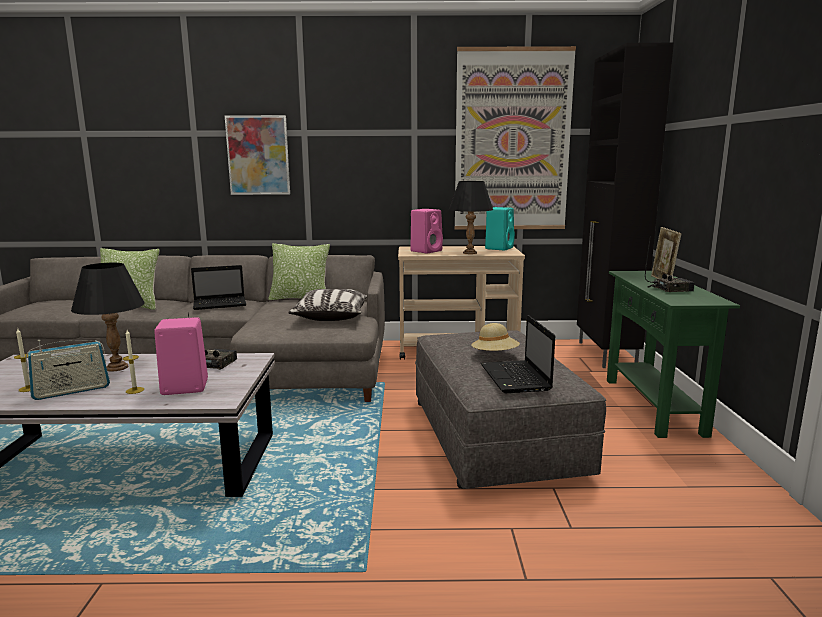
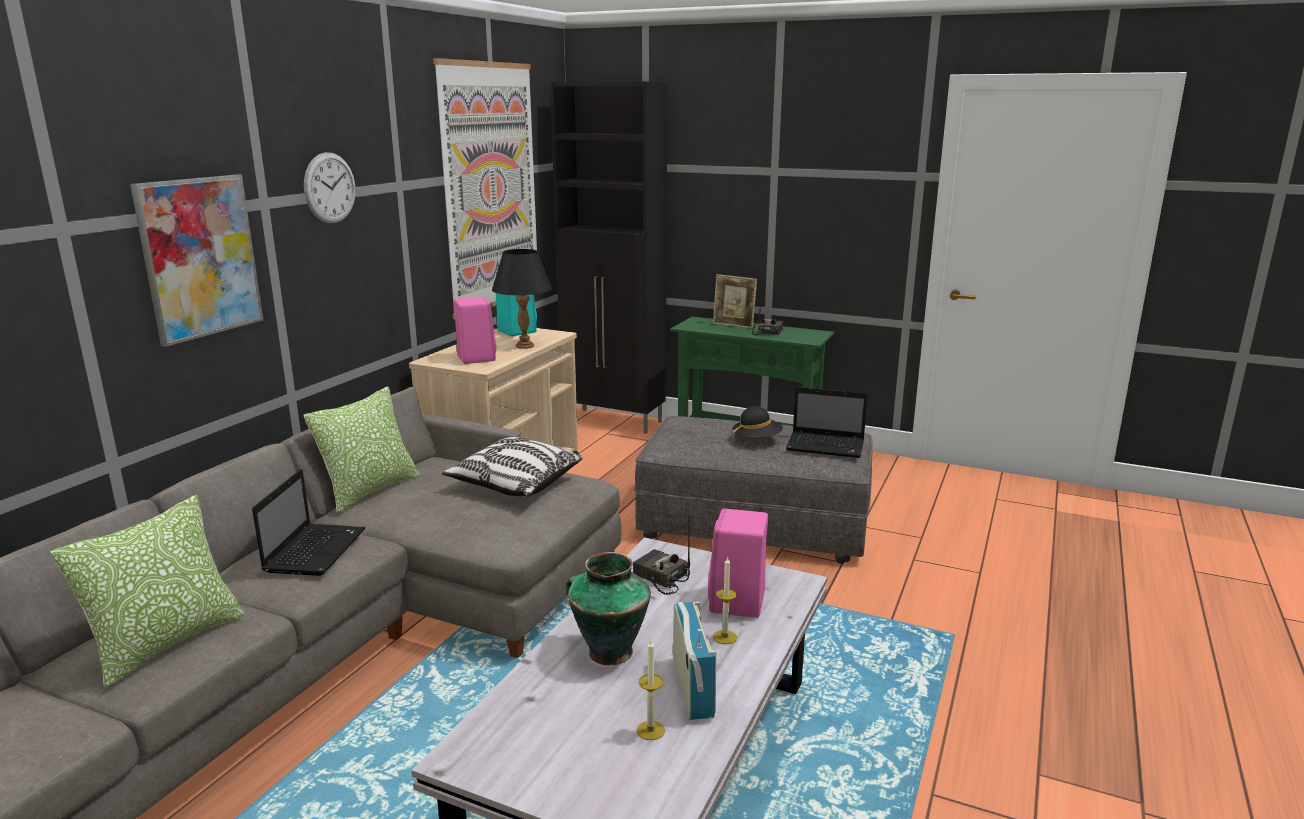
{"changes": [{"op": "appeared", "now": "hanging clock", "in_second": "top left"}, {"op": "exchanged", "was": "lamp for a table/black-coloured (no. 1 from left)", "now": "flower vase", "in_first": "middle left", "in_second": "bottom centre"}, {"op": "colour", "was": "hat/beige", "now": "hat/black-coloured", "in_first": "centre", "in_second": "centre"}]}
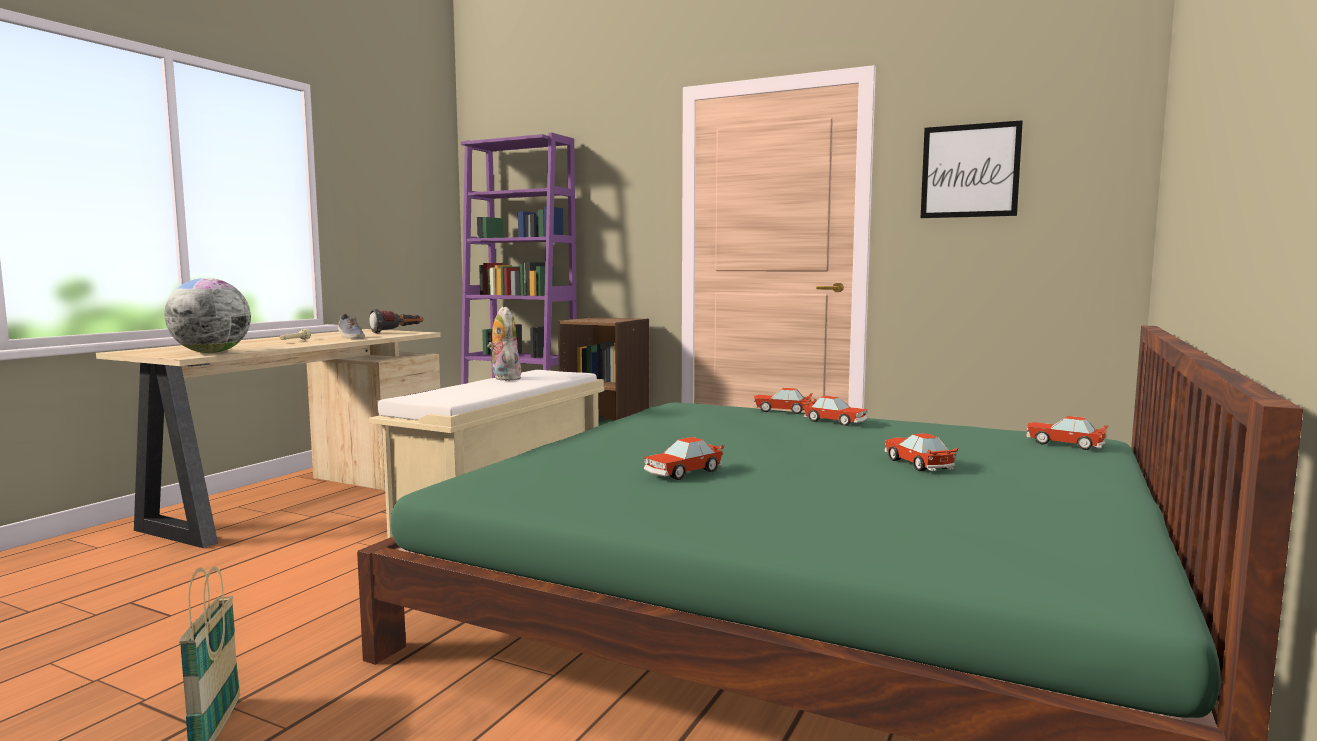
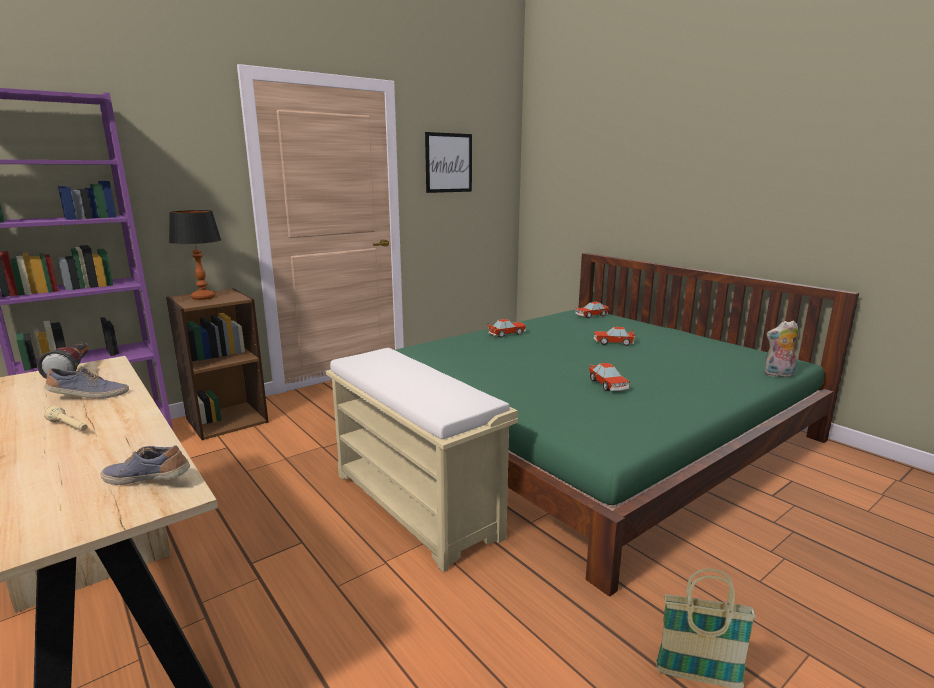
{"changes": [{"op": "exchanged", "was": "globe", "now": "low shoe (no. 2 from left)", "in_first": "middle left", "in_second": "bottom left"}, {"op": "appeared", "now": "lamp for a table", "in_second": "middle left"}, {"op": "relocated", "was": "soft toy", "in_first": "centre", "in_second": "middle right"}, {"op": "missing", "was": "model car (no. 2 from left)", "in_first": "centre"}]}
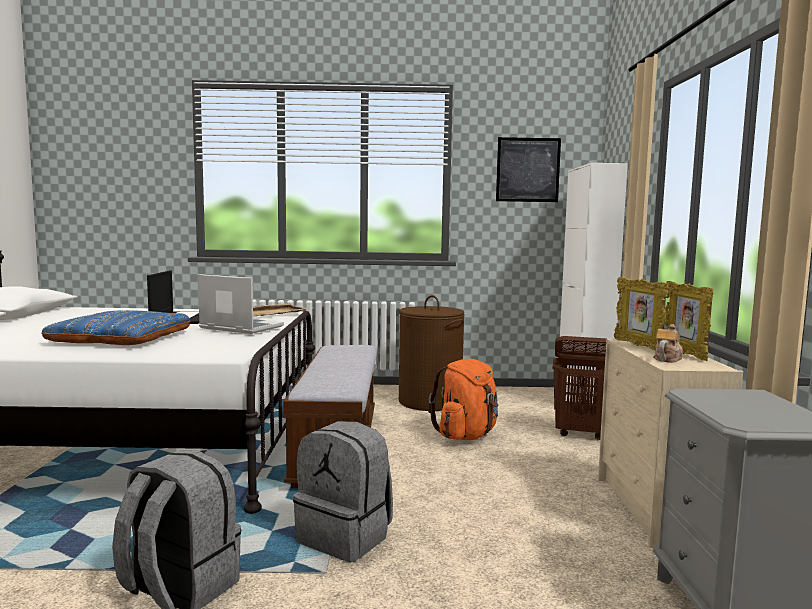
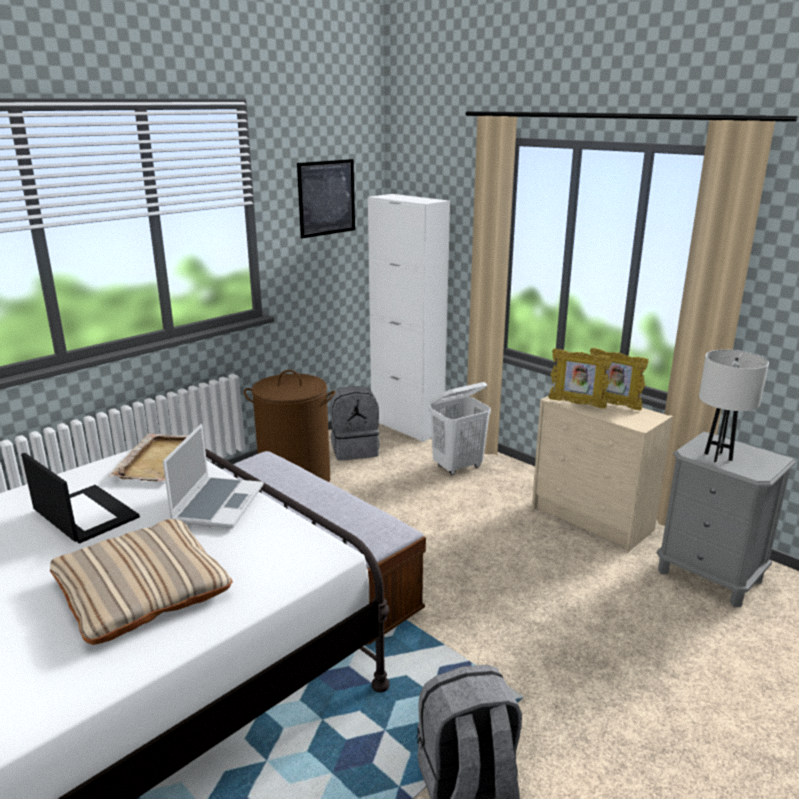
{"changes": [{"op": "colour", "was": "pillow/blue", "now": "pillow/beige", "in_first": "middle left", "in_second": "bottom left"}, {"op": "spun", "was": "notebook computer (no. 2 from left)", "in_first": "middle left", "in_second": "middle left", "clockwise": 120}, {"op": "relocated", "was": "knapsack/gray (no. 2 from left in the first image)", "now": "knapsack/gray (no. 1 from left)", "in_first": "bottom centre", "in_second": "centre"}, {"op": "colour", "was": "laundry basket/brown-coloured (no. 2 from left)", "now": "laundry basket/white-coloured", "in_first": "middle right", "in_second": "centre"}, {"op": "appeared", "now": "lamp for a table/white-coloured", "in_second": "middle right"}, {"op": "missing", "was": "knapsack/orangey", "in_first": "centre"}, {"op": "missing", "was": "tea pot", "in_first": "middle right"}]}
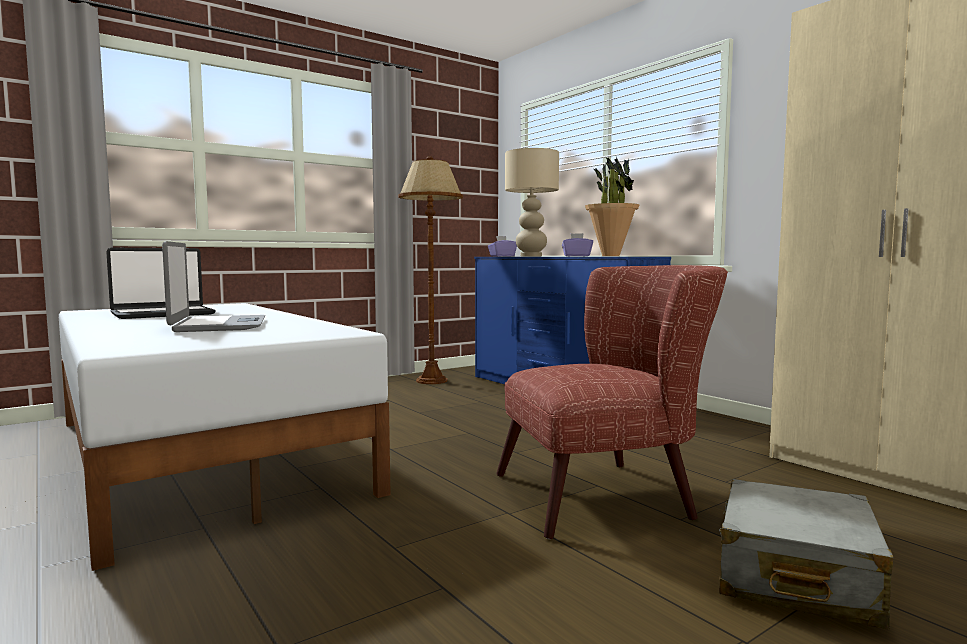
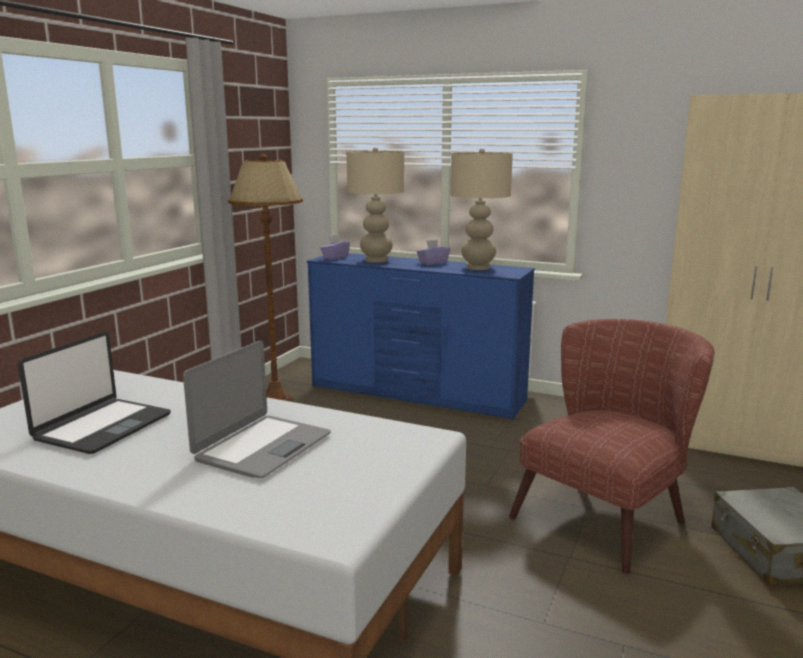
{"changes": [{"op": "spun", "was": "notebook computer (no. 2 from left)", "in_first": "middle left", "in_second": "middle left", "clockwise": 75}, {"op": "exchanged", "was": "plant in a pot", "now": "lamp for a table/beige (no. 2 from left)", "in_first": "top centre", "in_second": "top centre"}]}
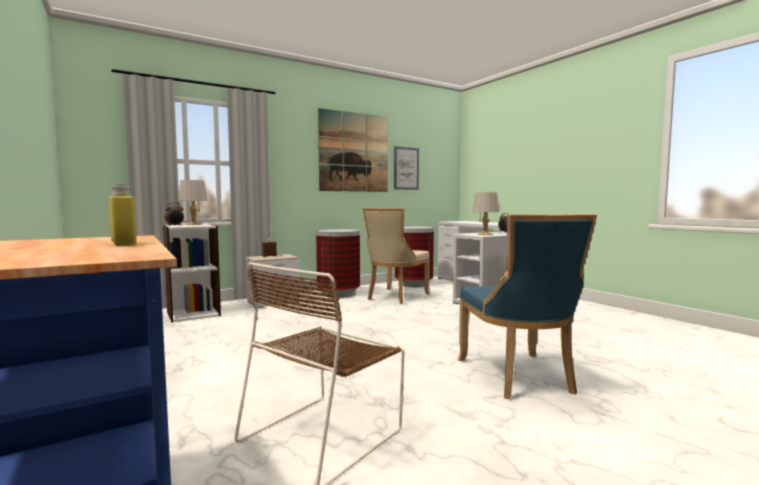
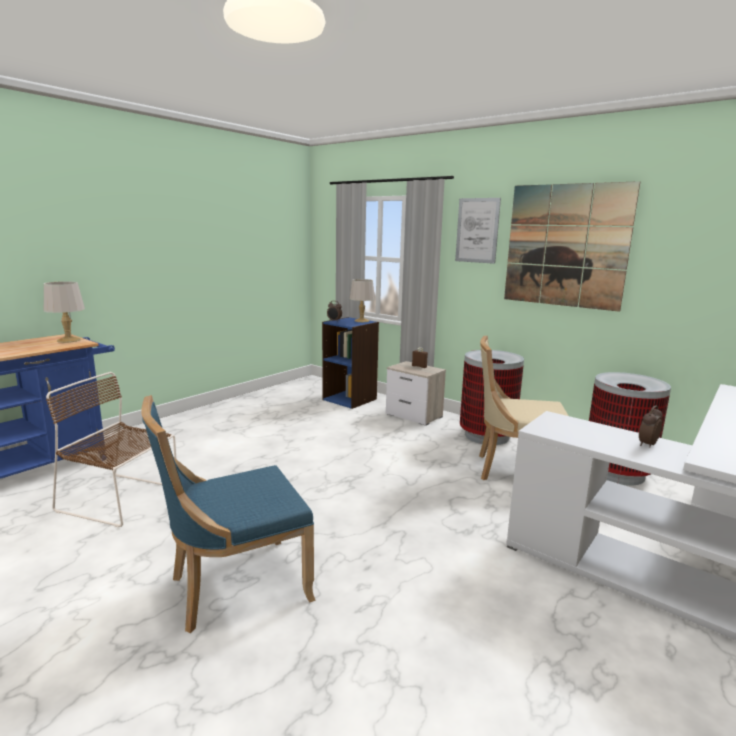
{"changes": [{"op": "relocated", "was": "lamp for a table/gray (no. 2 from left in the first image)", "now": "lamp for a table/gray (no. 1 from left)", "in_first": "centre", "in_second": "middle left"}, {"op": "colour", "was": "bookshelf/white-coloured", "now": "bookshelf/blue", "in_first": "middle left", "in_second": "centre"}, {"op": "relocated", "was": "wall art (no. 2 from left in the first image)", "now": "wall art (no. 1 from left)", "in_first": "centre", "in_second": "top centre"}, {"op": "missing", "was": "bottle/yellow", "in_first": "middle left"}]}
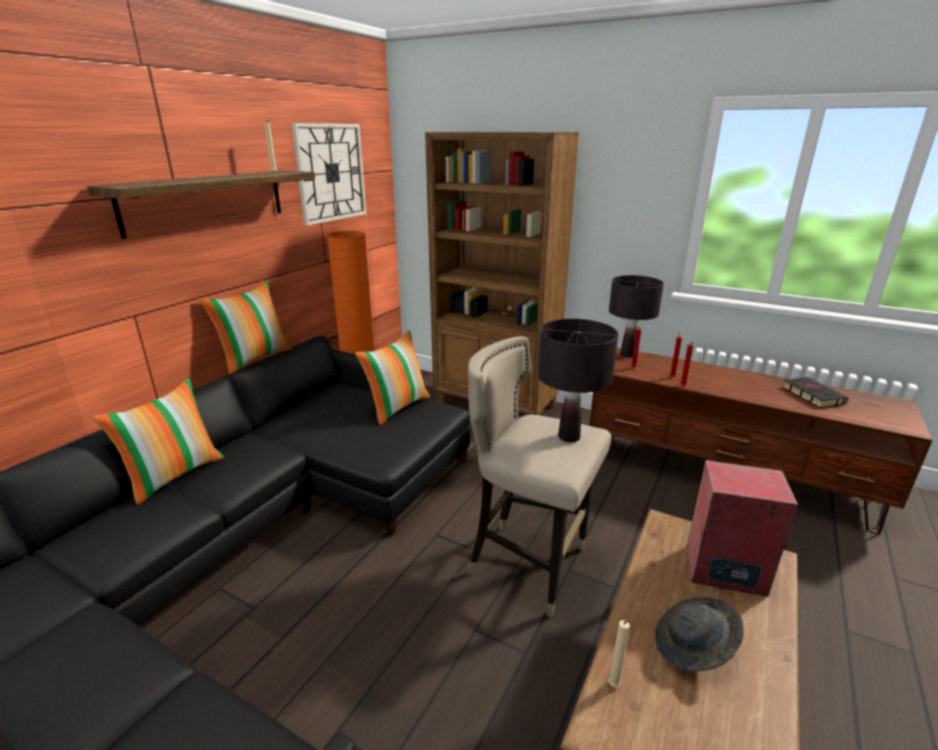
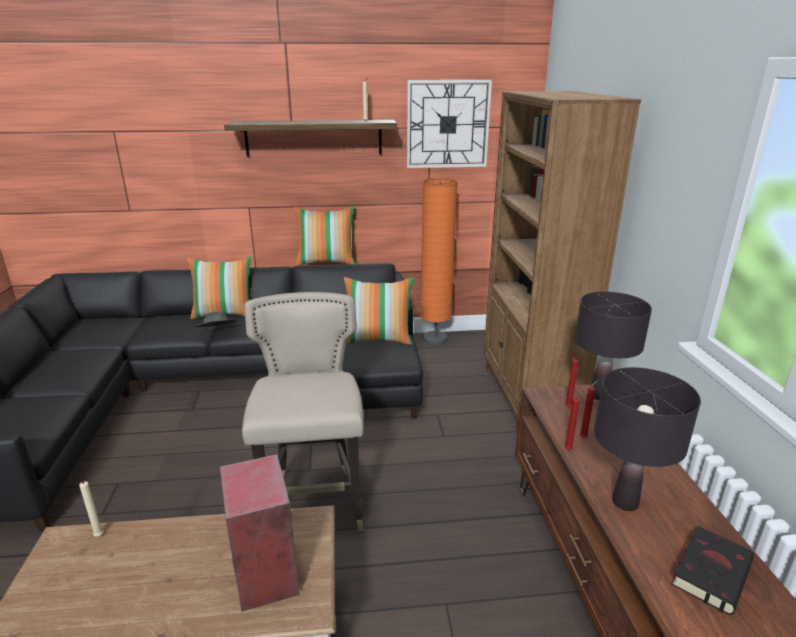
{"changes": [{"op": "relocated", "was": "hat/gray", "in_first": "bottom right", "in_second": "middle left"}, {"op": "relocated", "was": "lamp for a table/black-coloured (no. 1 from left in the first image)", "now": "lamp for a table/black-coloured (no. 2 from left)", "in_first": "centre", "in_second": "bottom right"}]}
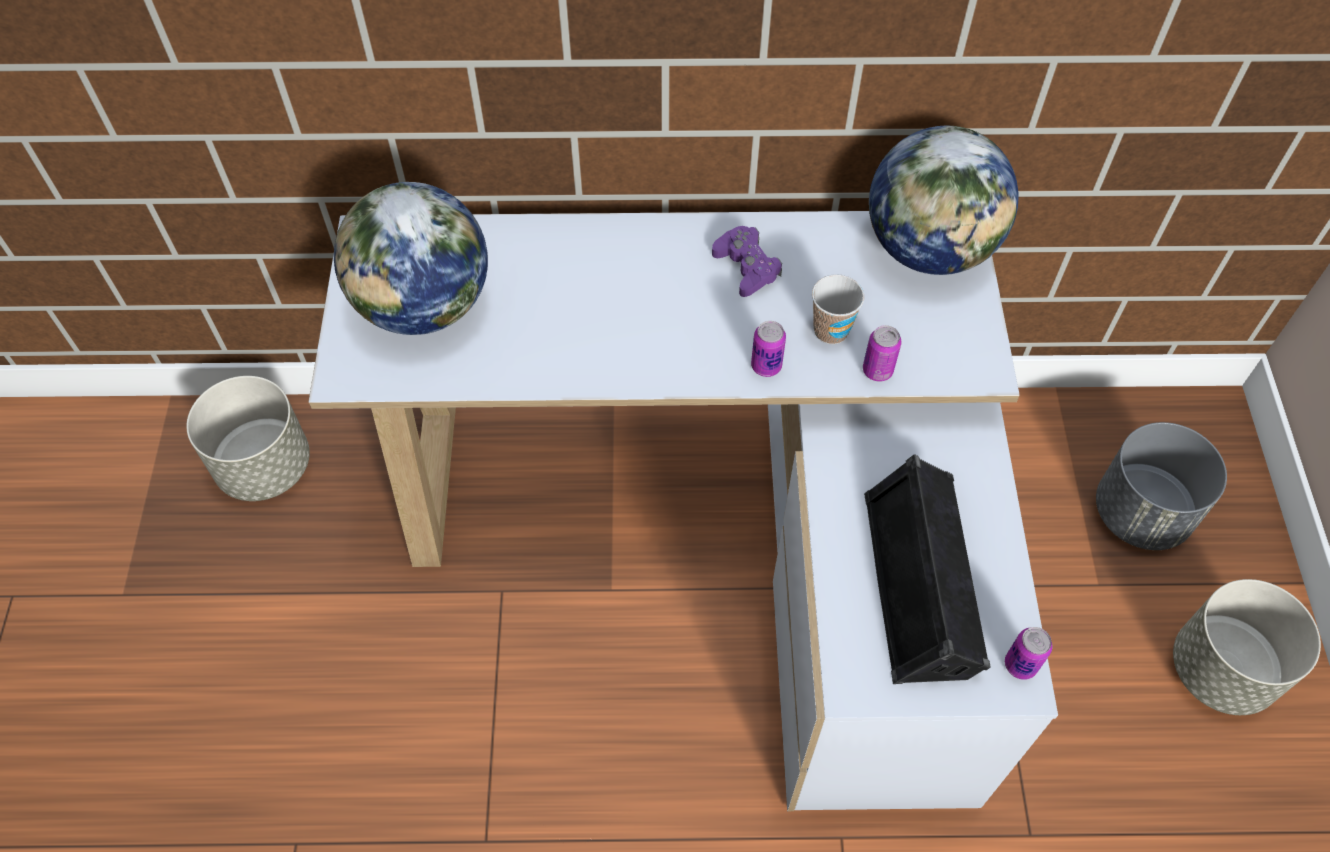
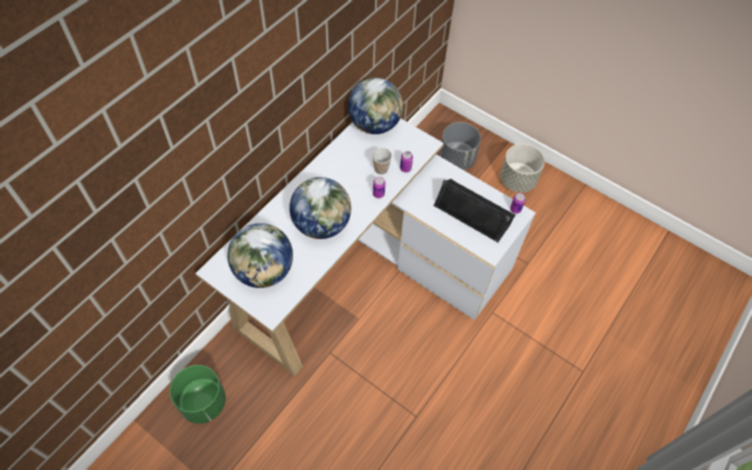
{"changes": [{"op": "colour", "was": "plant pot/gray (no. 1 from left)", "now": "plant pot/green-coloured", "in_first": "middle left", "in_second": "bottom left"}, {"op": "appeared", "now": "globe (no. 2 from left)", "in_second": "centre"}, {"op": "missing", "was": "joypad/purplish", "in_first": "top centre"}]}
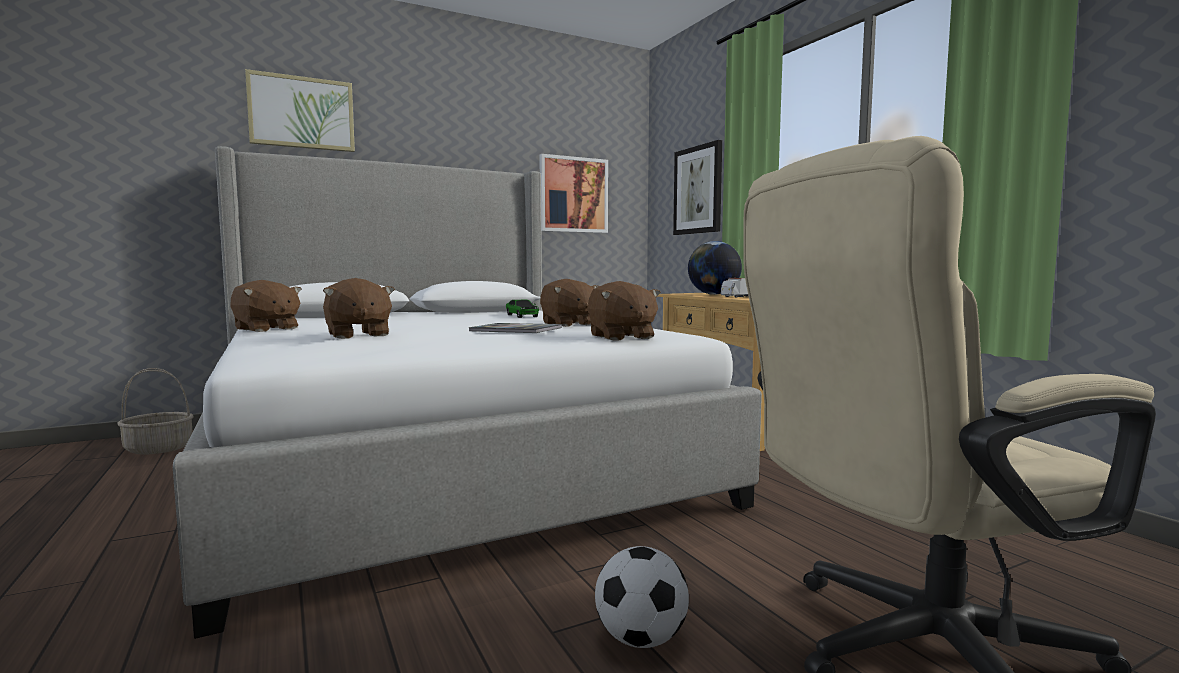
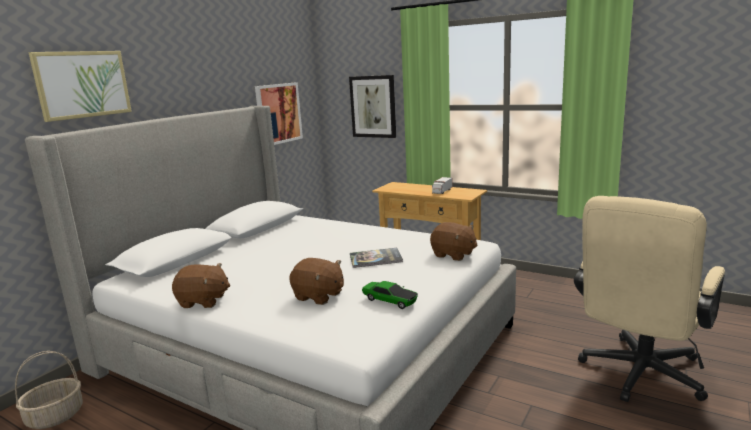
{"changes": [{"op": "relocated", "was": "model car", "in_first": "centre", "in_second": "bottom centre"}, {"op": "missing", "was": "soft toy/brown-coloured (no. 3 from left)", "in_first": "centre"}, {"op": "missing", "was": "football ball", "in_first": "bottom centre"}, {"op": "missing", "was": "globe", "in_first": "centre"}]}
